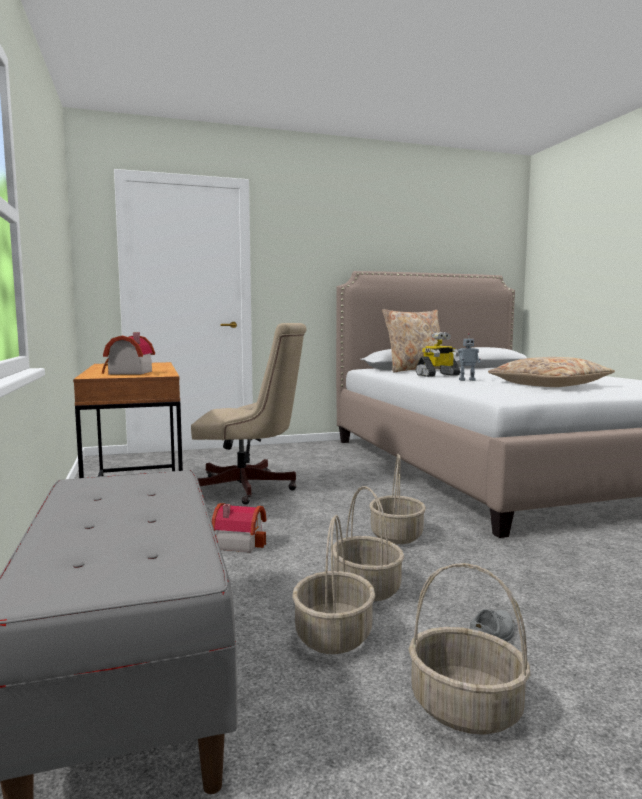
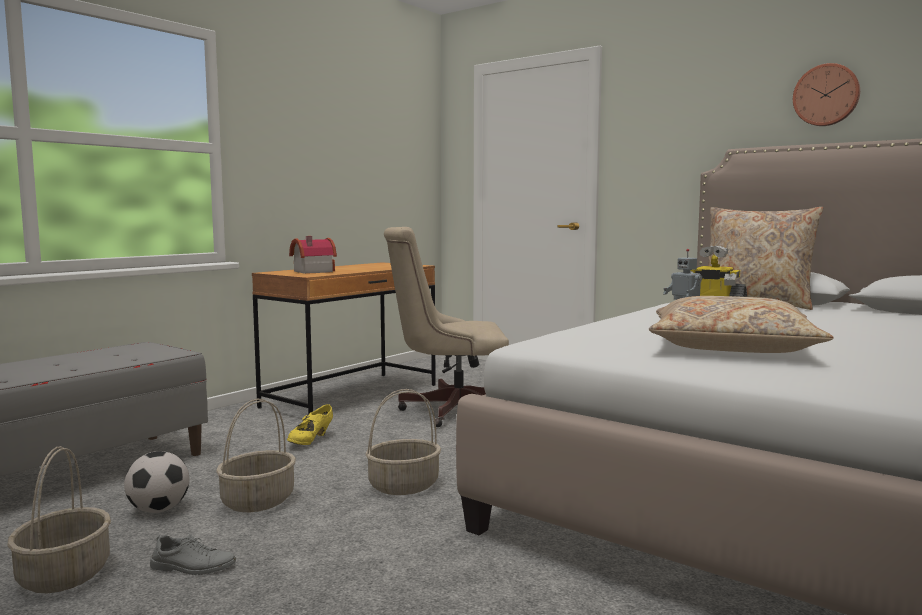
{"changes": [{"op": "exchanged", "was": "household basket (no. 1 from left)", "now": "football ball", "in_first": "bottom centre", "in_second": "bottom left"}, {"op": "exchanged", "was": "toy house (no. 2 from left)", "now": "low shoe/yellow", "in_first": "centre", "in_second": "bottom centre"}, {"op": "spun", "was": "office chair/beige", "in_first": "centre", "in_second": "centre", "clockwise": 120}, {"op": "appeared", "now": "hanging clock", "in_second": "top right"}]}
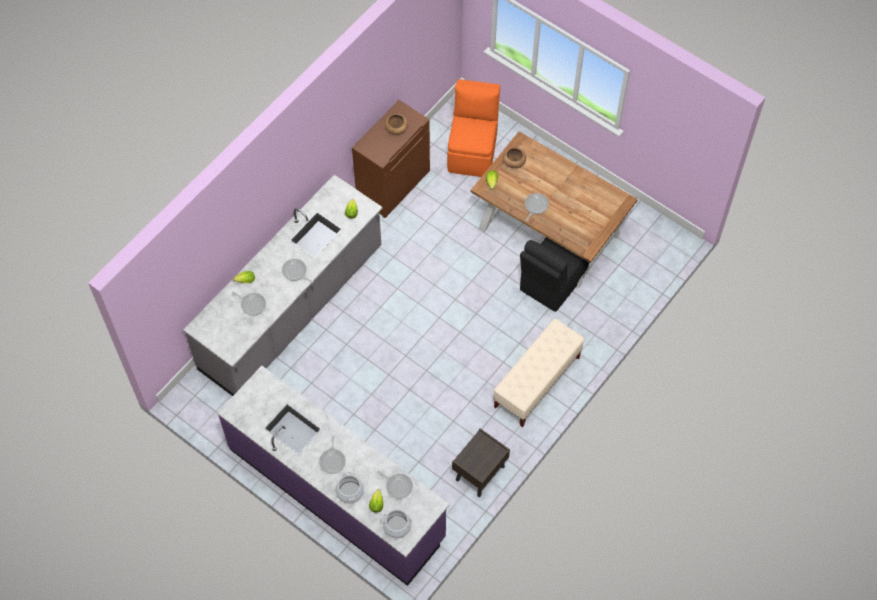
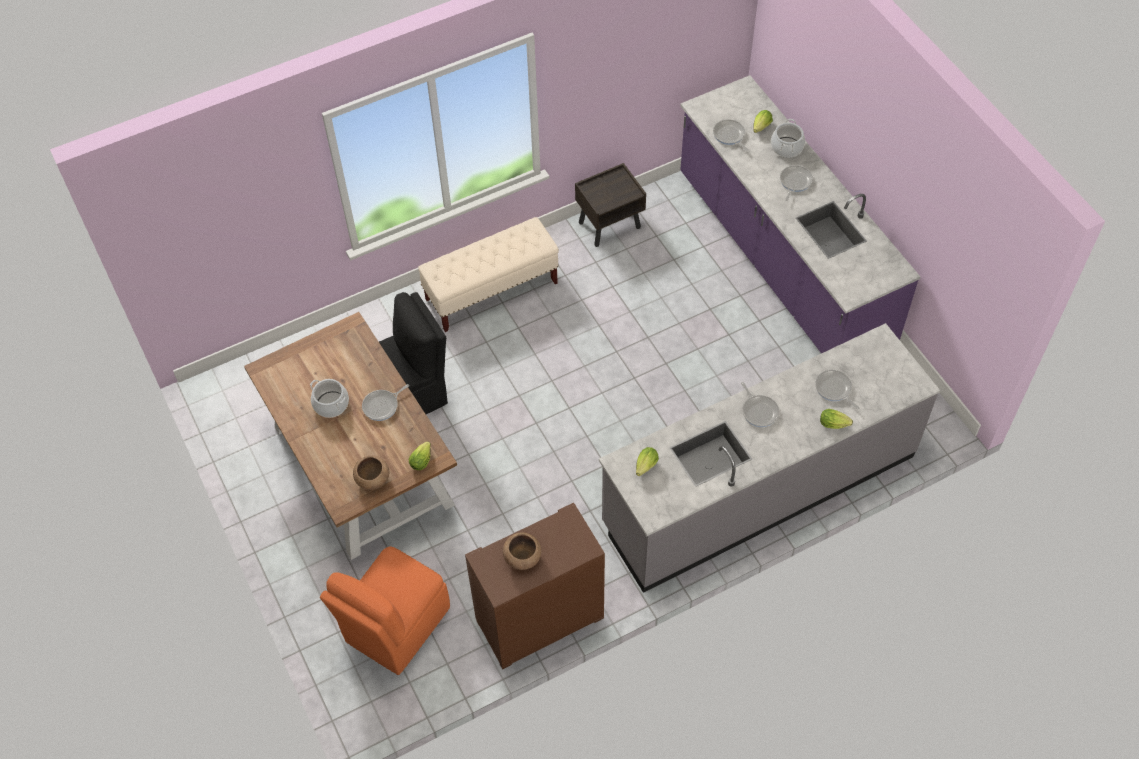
{"changes": [{"op": "relocated", "was": "saucepot (no. 2 from left in the first image)", "now": "saucepot (no. 1 from left)", "in_first": "bottom centre", "in_second": "middle left"}]}
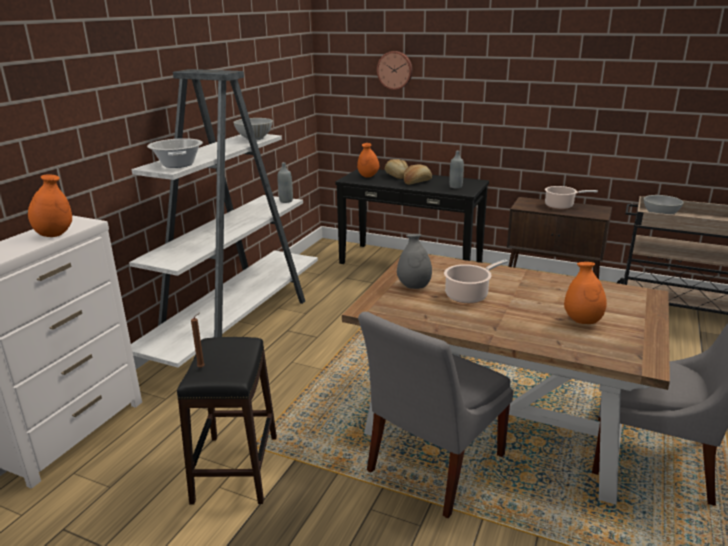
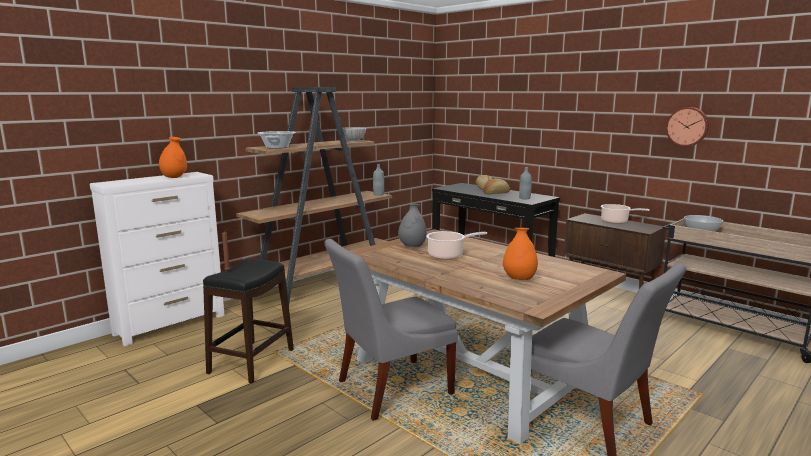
{"changes": [{"op": "colour", "was": "bookshelf/white-coloured", "now": "bookshelf/brown-coloured", "in_first": "middle left", "in_second": "centre"}, {"op": "relocated", "was": "hanging clock", "in_first": "top centre", "in_second": "top right"}, {"op": "missing", "was": "flower vase/orangey (no. 2 from left)", "in_first": "top centre"}]}
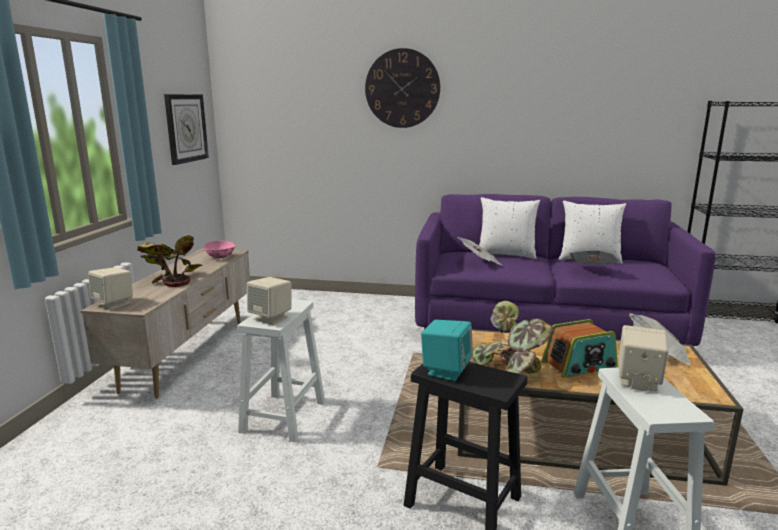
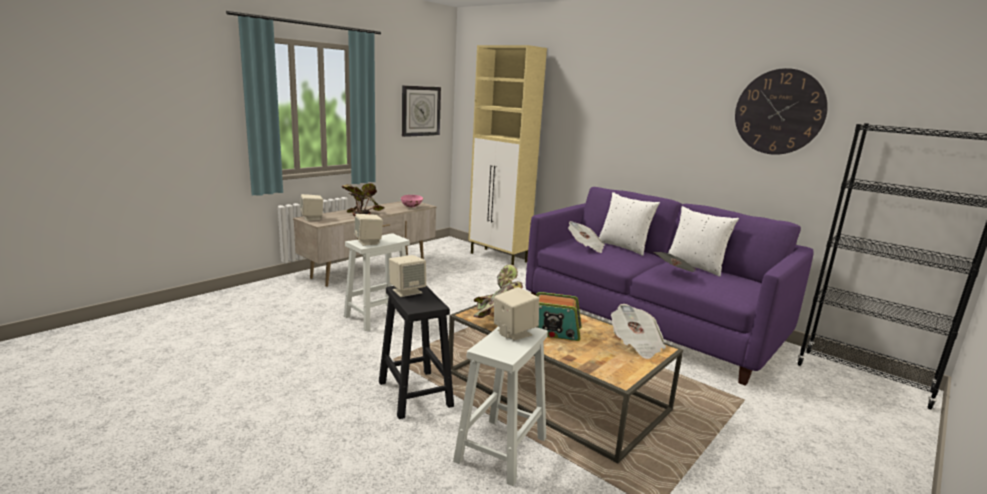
{"changes": [{"op": "colour", "was": "audio speaker/turquoise-coloured", "now": "audio speaker/beige (no. 3 from left)", "in_first": "centre", "in_second": "centre"}, {"op": "appeared", "now": "storage cabinet/beige", "in_second": "top centre"}, {"op": "relocated", "was": "hanging clock (no. 2 from left)", "in_first": "top centre", "in_second": "top right"}]}
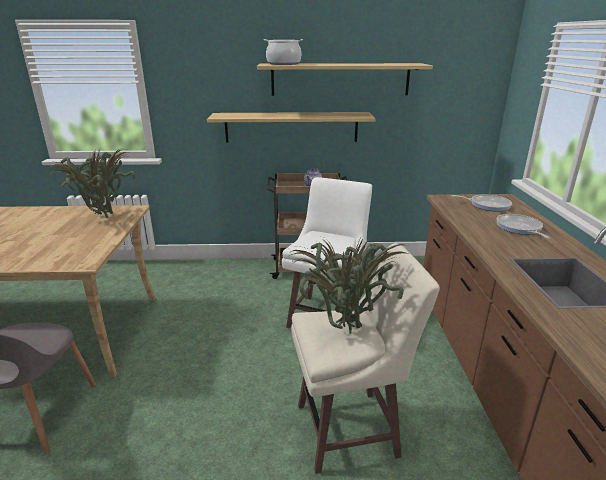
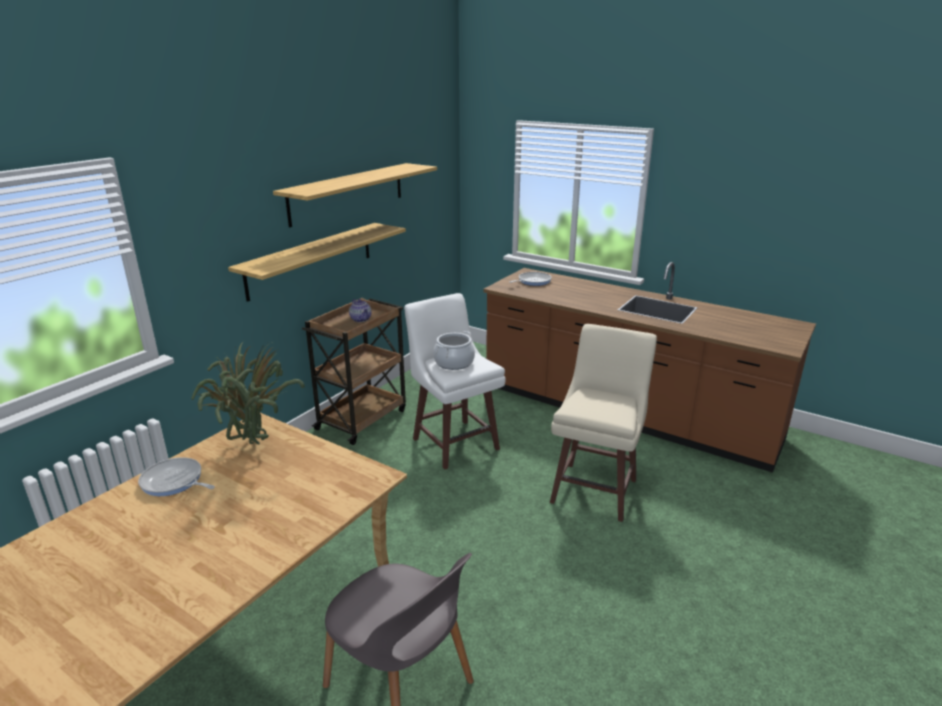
{"changes": [{"op": "relocated", "was": "frying pan (no. 2 from left in the first image)", "now": "frying pan (no. 1 from left)", "in_first": "middle right", "in_second": "bottom left"}, {"op": "relocated", "was": "saucepot", "in_first": "top centre", "in_second": "centre"}, {"op": "missing", "was": "plant in a pot (no. 2 from left)", "in_first": "centre"}]}
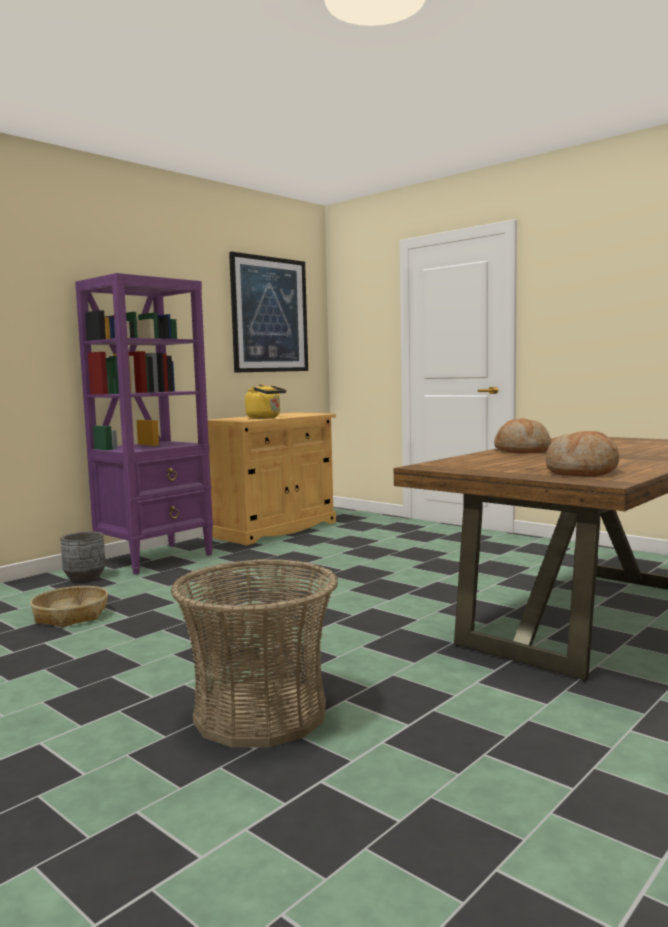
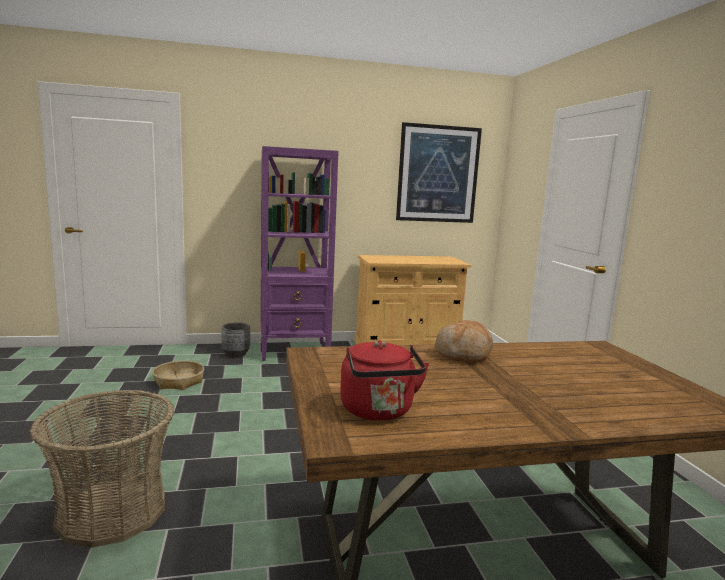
{"changes": [{"op": "exchanged", "was": "bread (no. 2 from left)", "now": "tea kettle/reddish", "in_first": "middle right", "in_second": "centre"}, {"op": "missing", "was": "tea kettle/yellow", "in_first": "centre"}]}
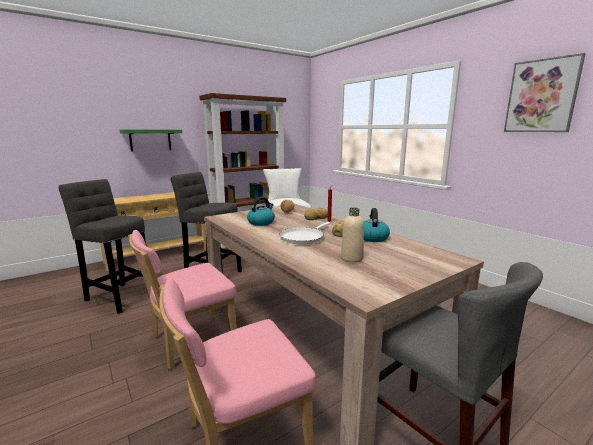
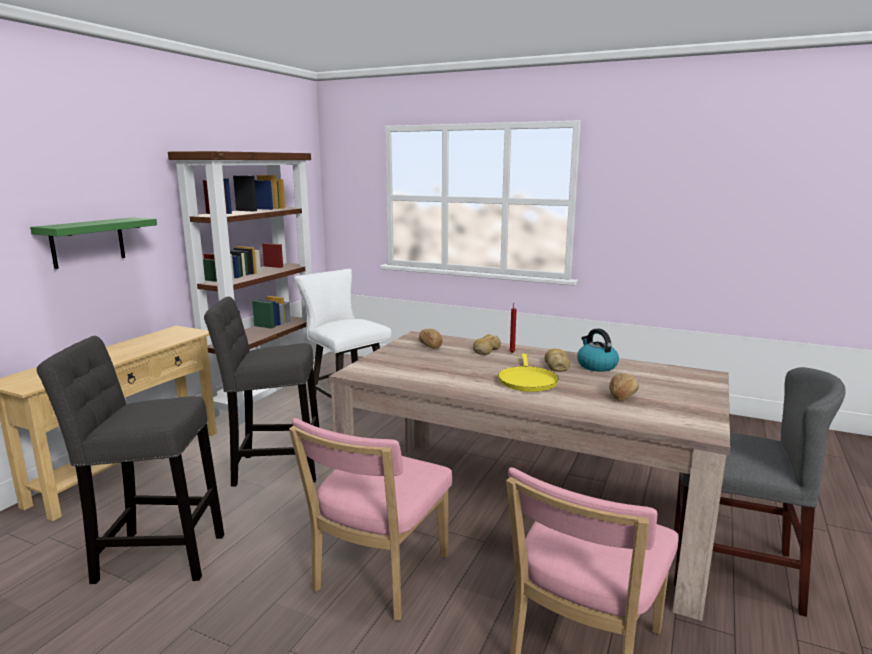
{"changes": [{"op": "colour", "was": "frying pan/white-coloured", "now": "frying pan/yellow", "in_first": "centre", "in_second": "centre"}, {"op": "exchanged", "was": "bottle/beige", "now": "bread (no. 4 from left)", "in_first": "centre", "in_second": "middle right"}, {"op": "missing", "was": "tea kettle (no. 1 from left)", "in_first": "centre"}, {"op": "missing", "was": "wall art", "in_first": "top right"}]}
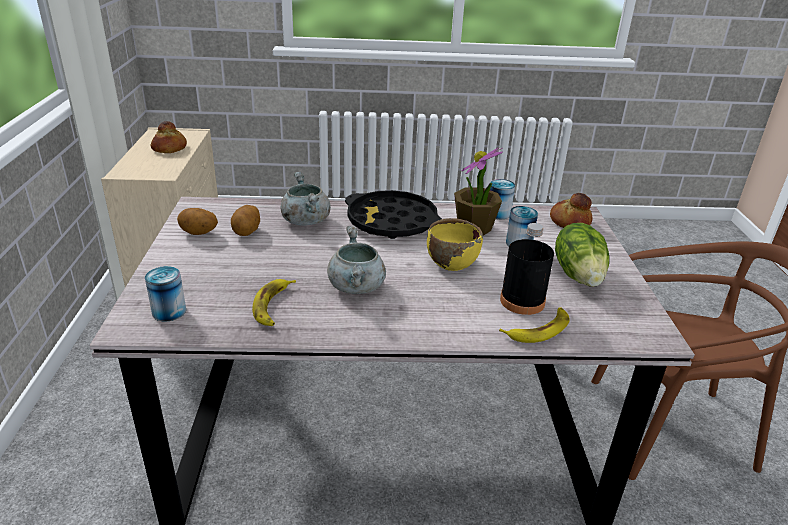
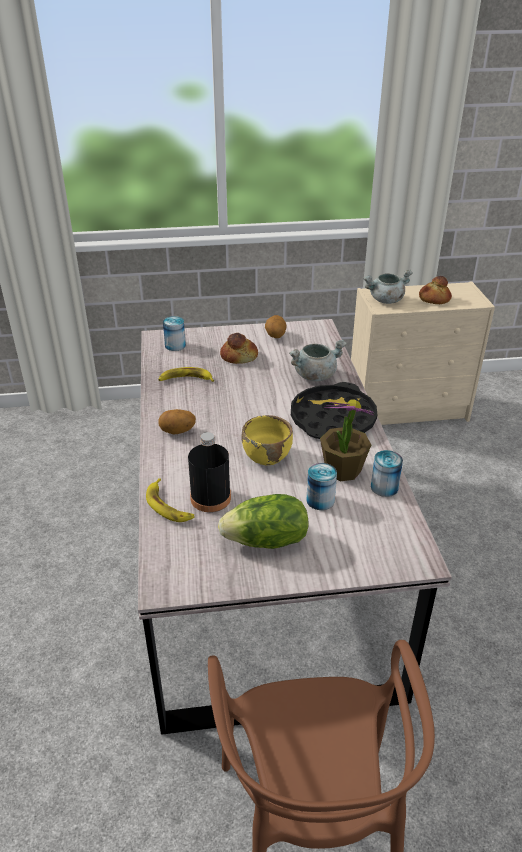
{"changes": [{"op": "relocated", "was": "spud (no. 2 from left in the first image)", "now": "spud (no. 1 from left)", "in_first": "middle left", "in_second": "centre"}, {"op": "relocated", "was": "bread (no. 2 from left in the first image)", "now": "bread (no. 1 from left)", "in_first": "middle right", "in_second": "centre"}, {"op": "relocated", "was": "saucepot/gray (no. 2 from left)", "in_first": "centre", "in_second": "middle right"}]}
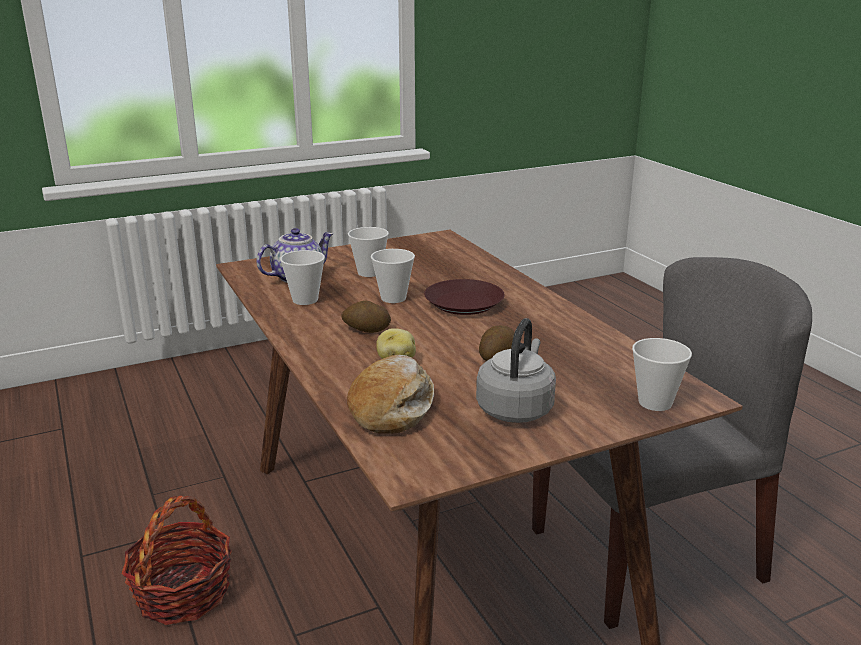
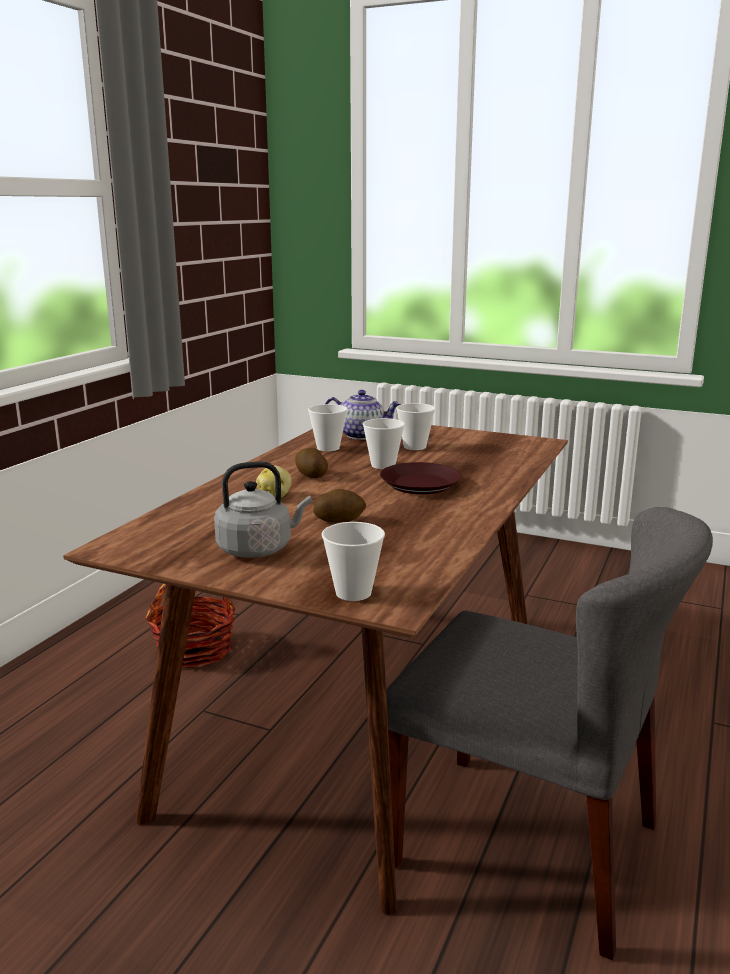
{"changes": [{"op": "missing", "was": "bread", "in_first": "centre"}]}
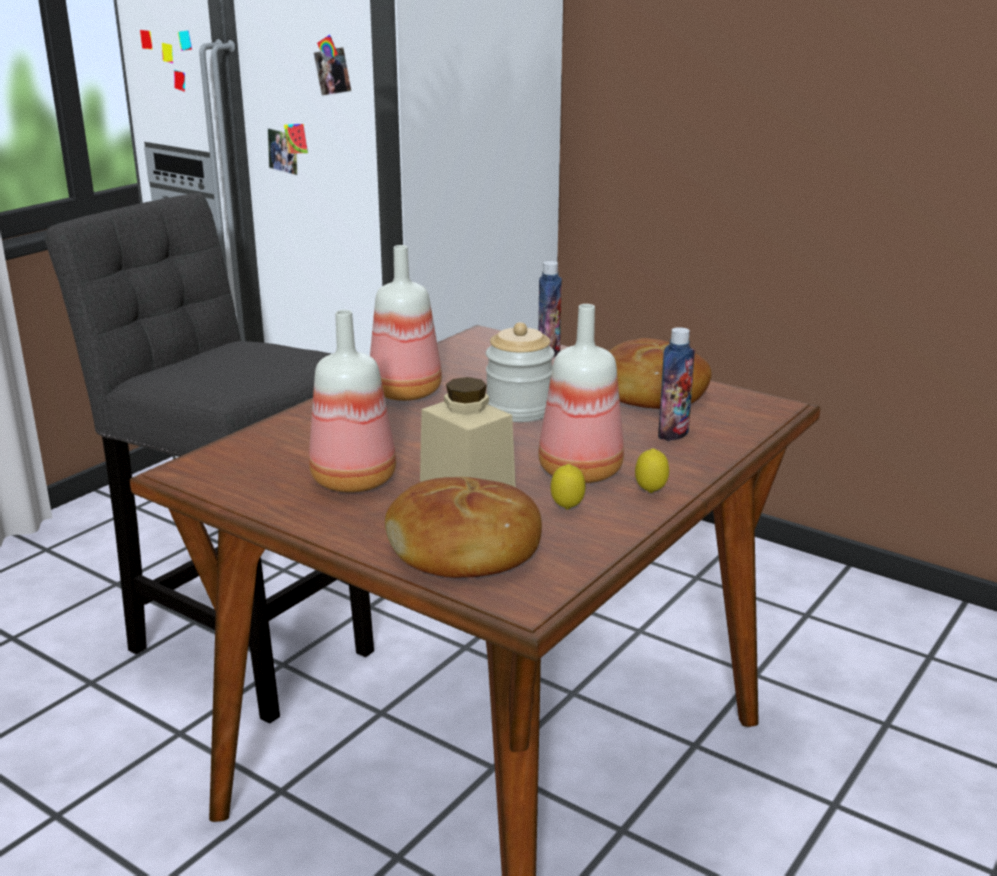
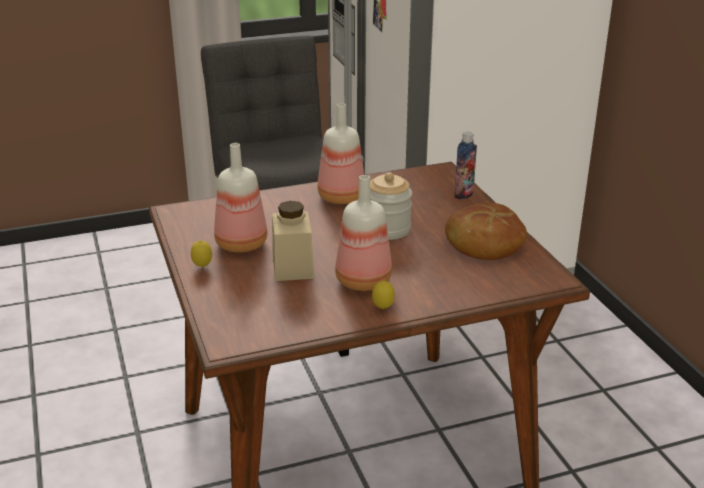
{"changes": [{"op": "relocated", "was": "citrus fruit (no. 1 from left)", "in_first": "centre", "in_second": "middle left"}, {"op": "missing", "was": "bread (no. 1 from left)", "in_first": "centre"}, {"op": "missing", "was": "bottle (no. 5 from left)", "in_first": "middle right"}]}
